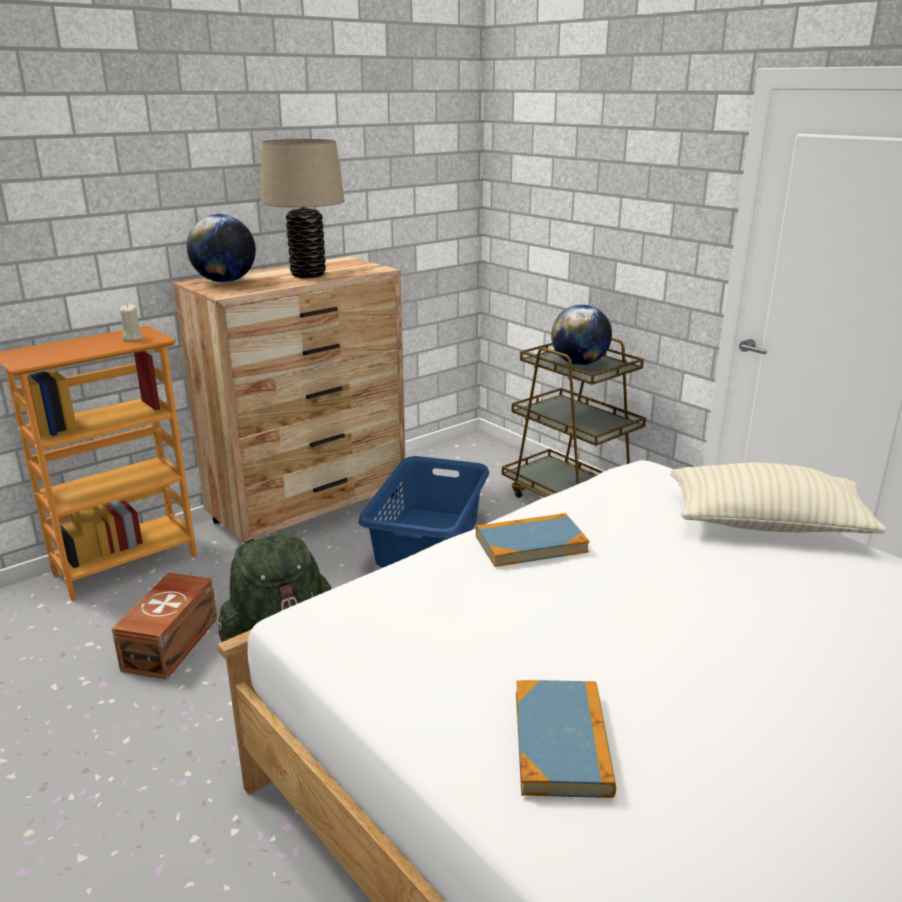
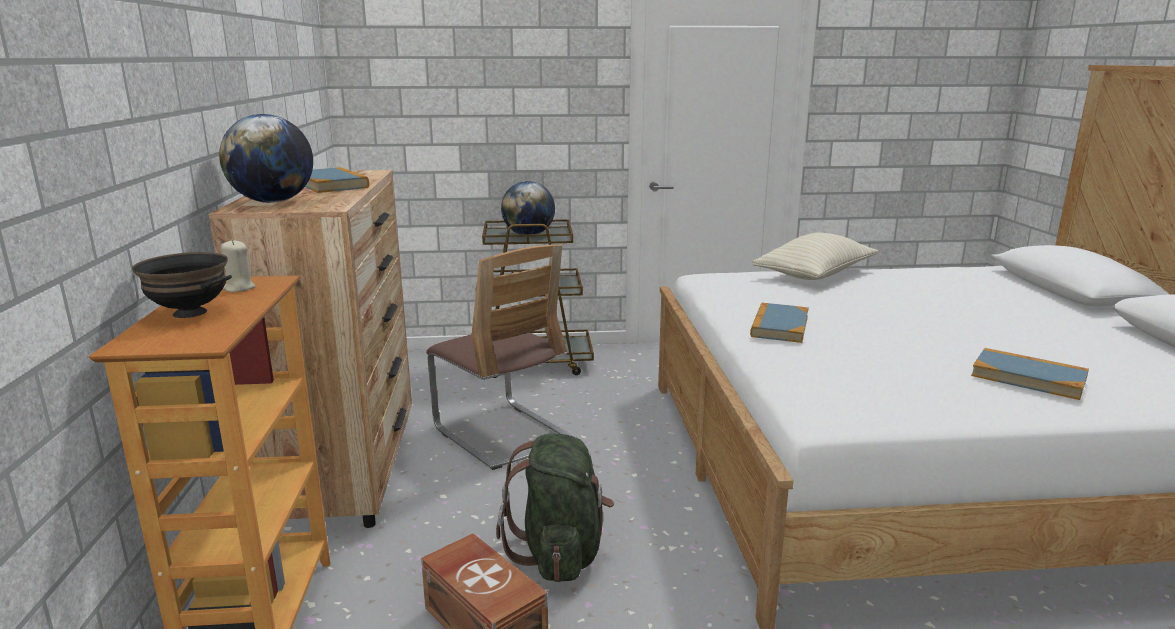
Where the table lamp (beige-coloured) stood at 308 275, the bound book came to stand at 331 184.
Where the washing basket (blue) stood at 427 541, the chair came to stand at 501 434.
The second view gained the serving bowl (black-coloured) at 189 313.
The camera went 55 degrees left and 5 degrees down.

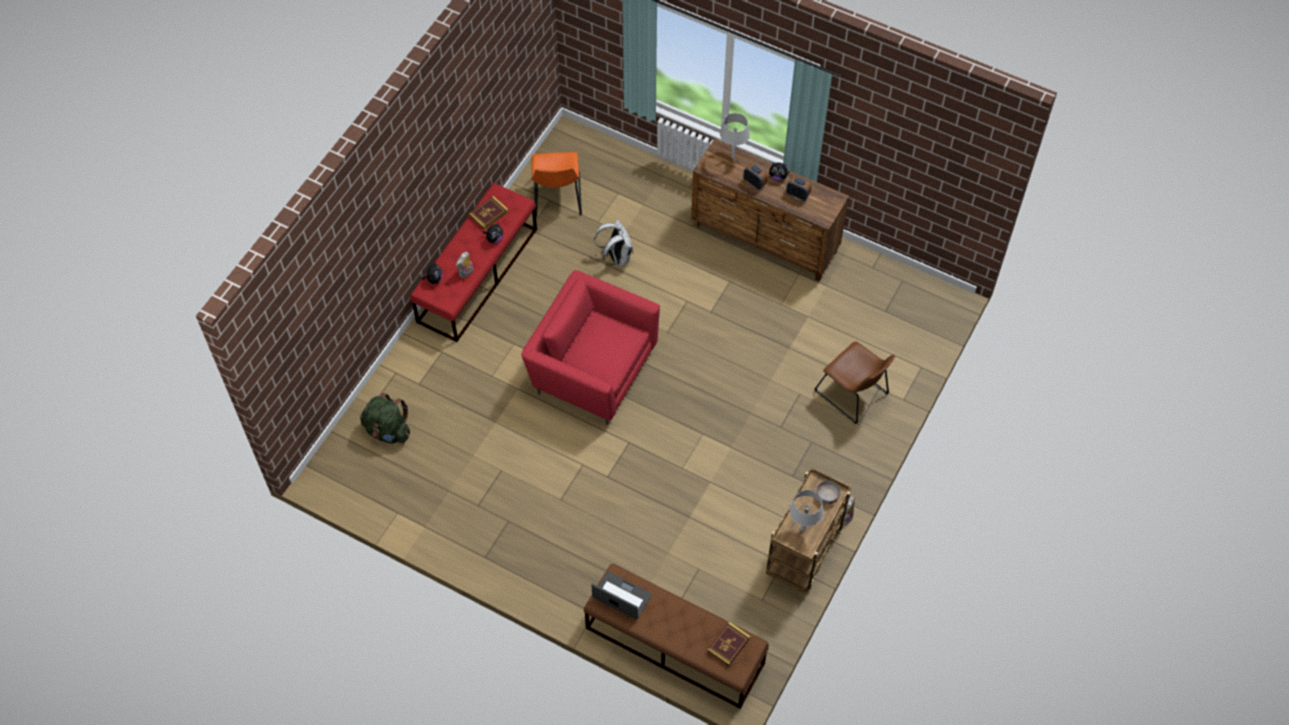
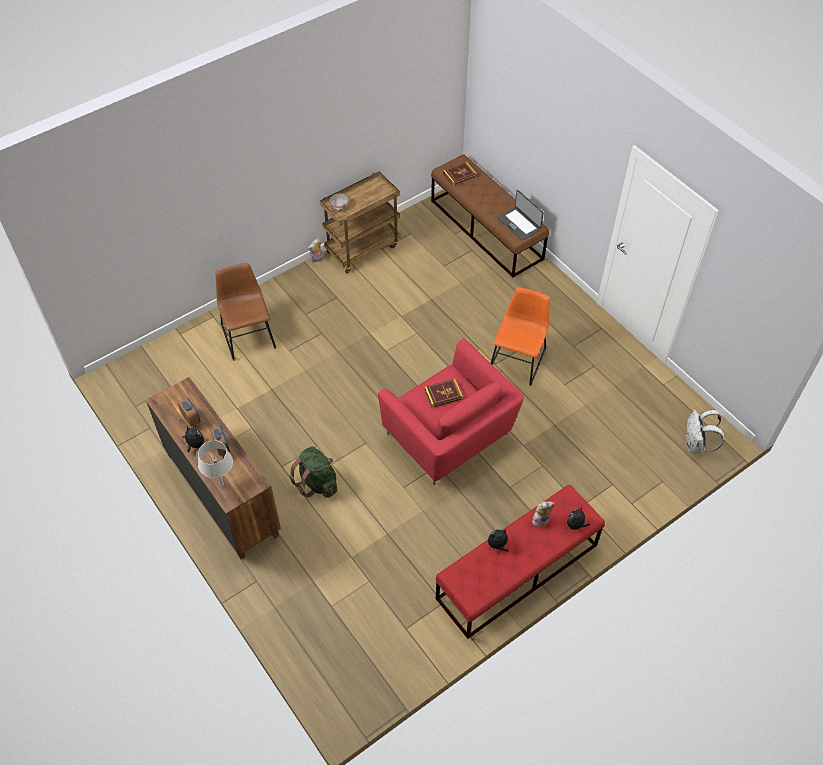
The rucksack (greenish) ended up elsewhere, having gone from 388 431 to 317 482.
The bound book ended up elsewhere, having gone from 489 214 to 443 394.
The chair (orange) ended up elsewhere, having gone from 557 198 to 518 358.
The rucksack (white) ended up elsewhere, having gone from 616 257 to 696 445.
The second view lost the table lamp (greyish) at 803 529.
The camera went 155 degrees left and 5 degrees down.

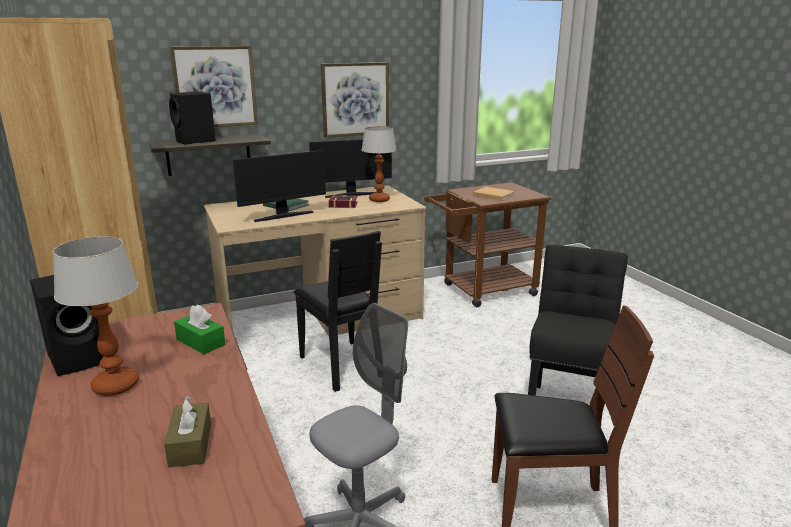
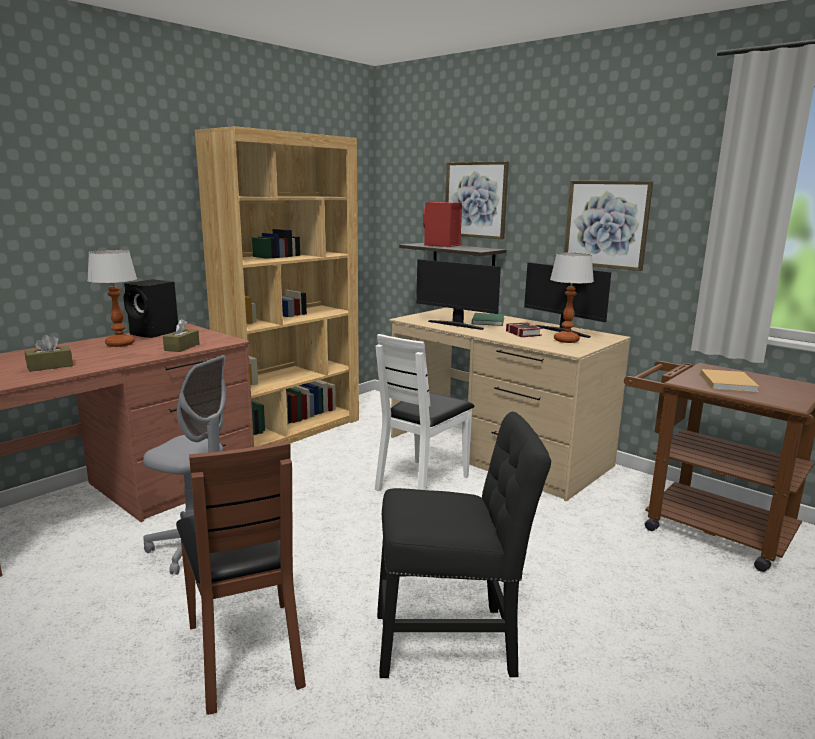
What was the speaker (black-coloured) at 195 141 turned into the speaker (red) at 441 245.
What was the box of tissues (greenish) at 200 342 turned into the box of tissues (brown-coloured) at 182 347.
What was the chair (black-coloured) at 342 365 turned into the chair (white) at 422 482.
The camera went 65 degrees right and 5 degrees down.

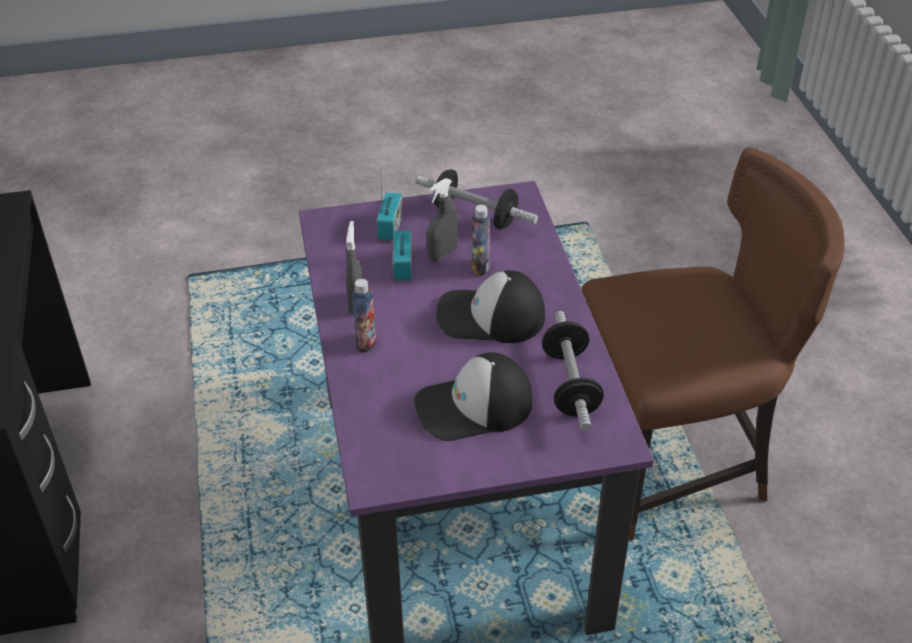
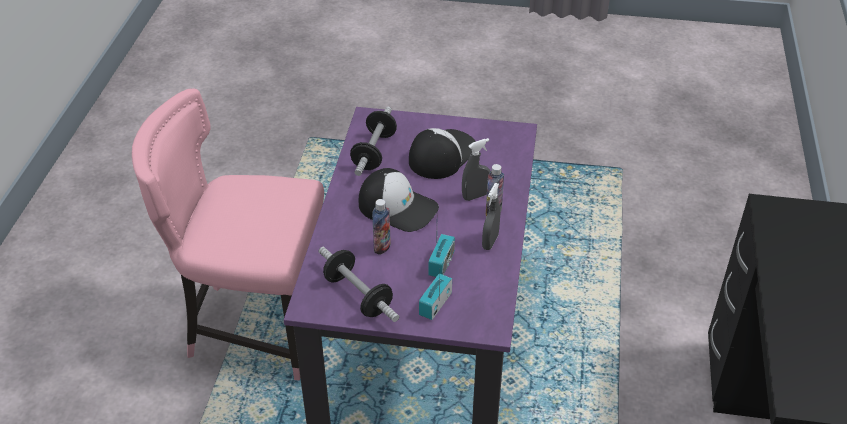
The cap at 473 407 ended up facing another way, 60 degrees counterclockwise from before.
The hand sprayer (greyish) ended up elsewhere, having gone from 442 254 to 475 196.
What was the chair (brown-coloured) at 676 466 turned into the chair (pink-coloured) at 255 326.
The camera went 160 degrees left and 0 degrees up.

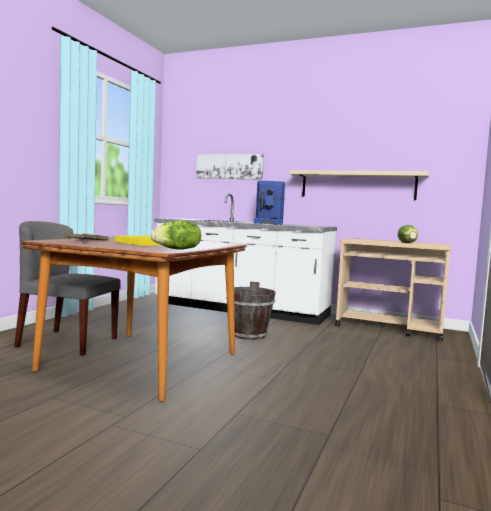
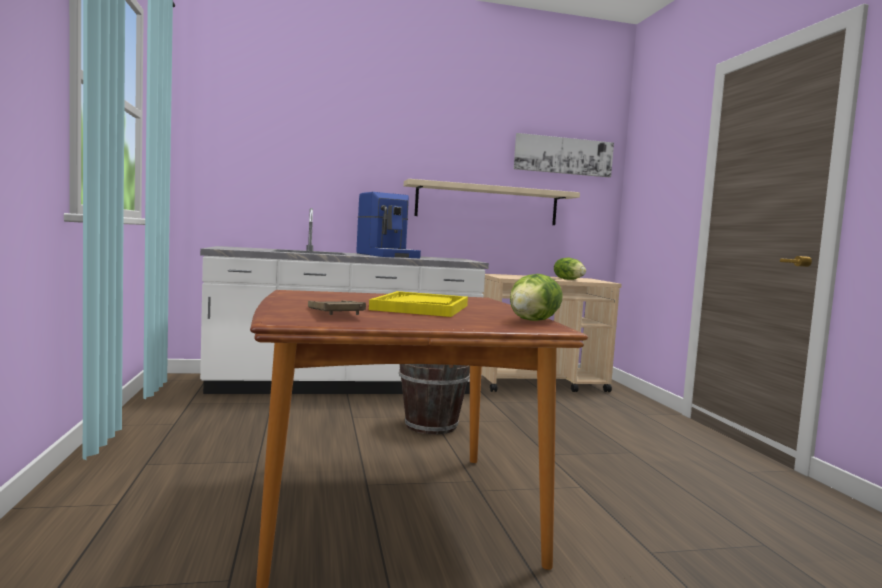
The second view lost the chair (greyish) at 67 342.
The picture ended up elsewhere, having gone from 229 166 to 563 156.
The camera went 35 degrees left and 0 degrees up.

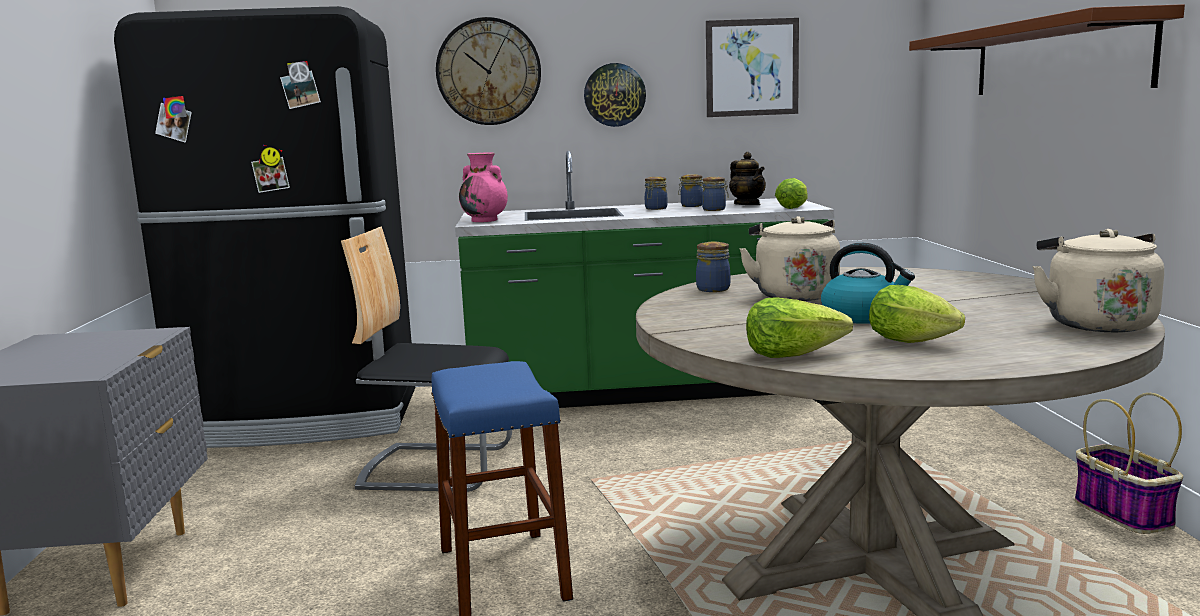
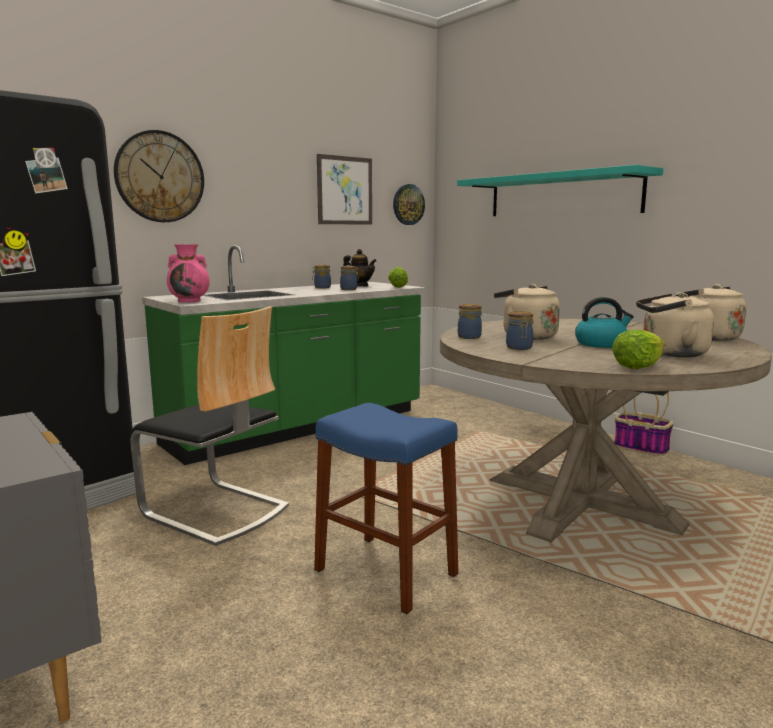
The chair at 436 467 ended up facing another way, 120 degrees counterclockwise from before.
The clock on the wall ended up elsewhere, having gone from 614 95 to 408 204.
The storage jar ended up elsewhere, having gone from 655 208 to 519 348.
Where the lettuce head stood at 916 342, the kettle (beige-coloured) came to stand at 670 353.
What was the shelf (brown-coloured) at 1056 58 turned into the shelf (turquoise-coloured) at 562 195.
The camera went 35 degrees left and 0 degrees up.

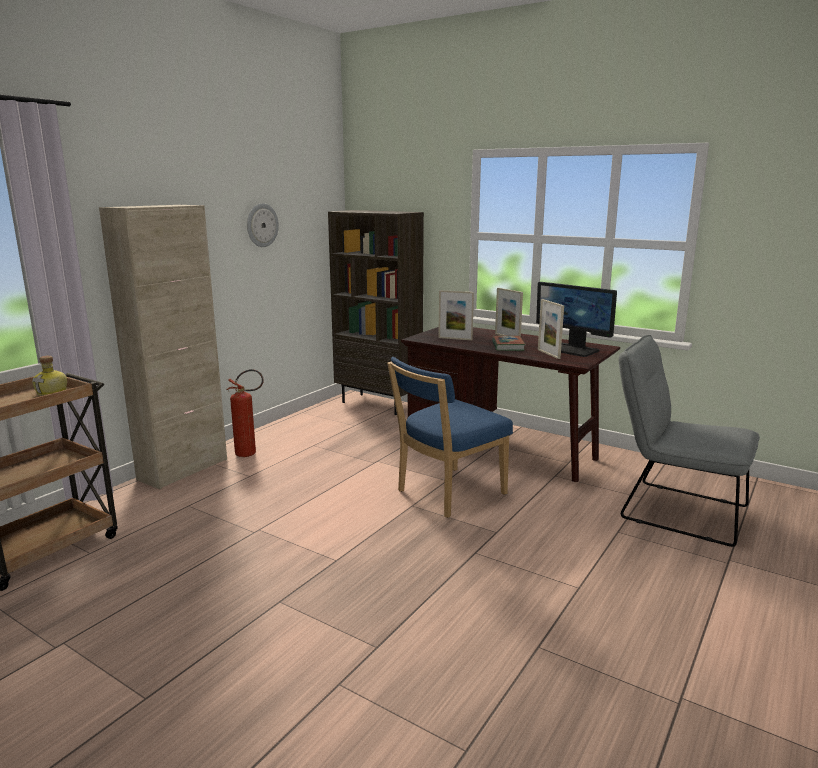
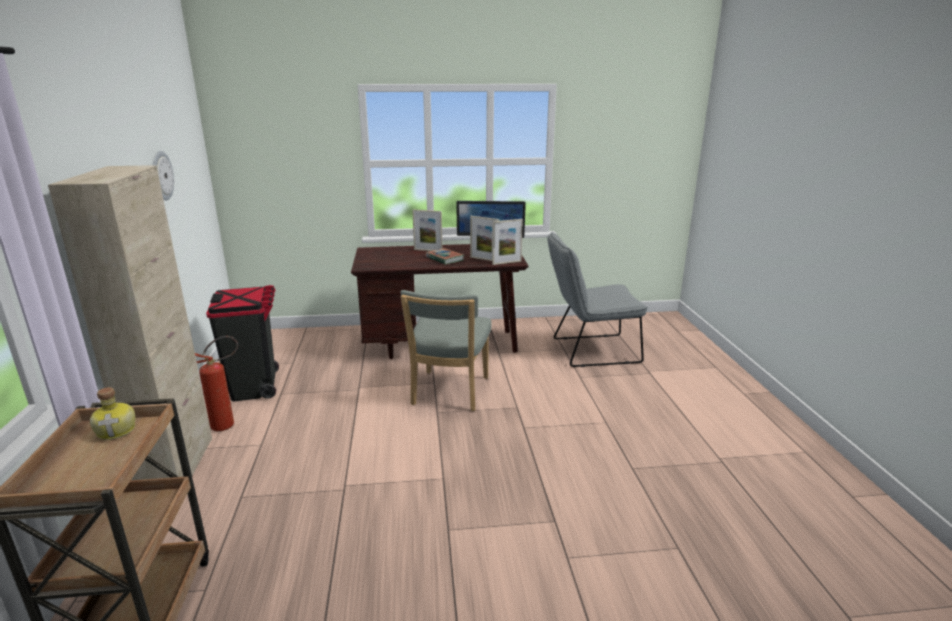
The second view lost the bookcase (brown-coloured) at 379 404.
What was the chair (blue) at 447 494 turned into the chair (greyish) at 448 393.
The standing frame ended up elsewhere, having gone from 455 339 to 507 263.
The second view gained the rubbish bin (black-coloured) at 255 387.
The camera went 40 degrees left and 5 degrees up.

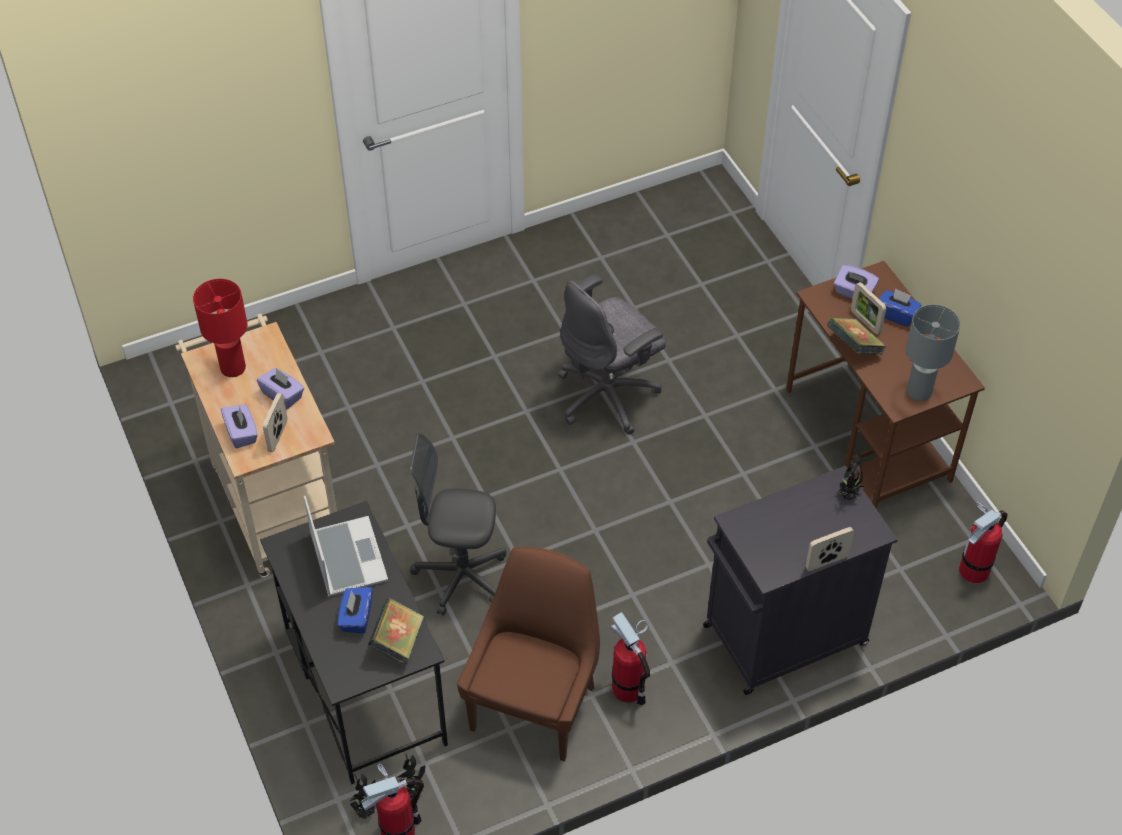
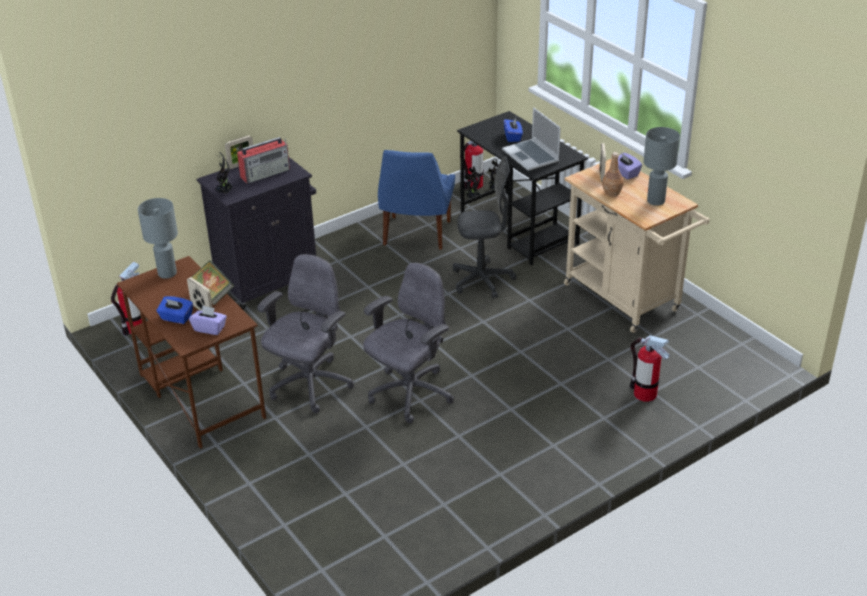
What was the table lamp (red) at 233 367 turned into the table lamp (greyish) at 656 201.
Where the box of tissues (purplish) stood at 283 395, the drink bottle (brown-coloured) came to stand at 612 192.
The second view lost the bound book at 397 641.
What was the chair (brown-coloured) at 535 704 turned into the chair (blue) at 416 235.
The fire-fighting cylinder ended up elsewhere, having gone from 628 688 to 644 394.
The second view gained the radio set at 266 173.
The second view gained the computer chair (greyish) at 309 385.
The camera went 170 degrees right and 15 degrees down.

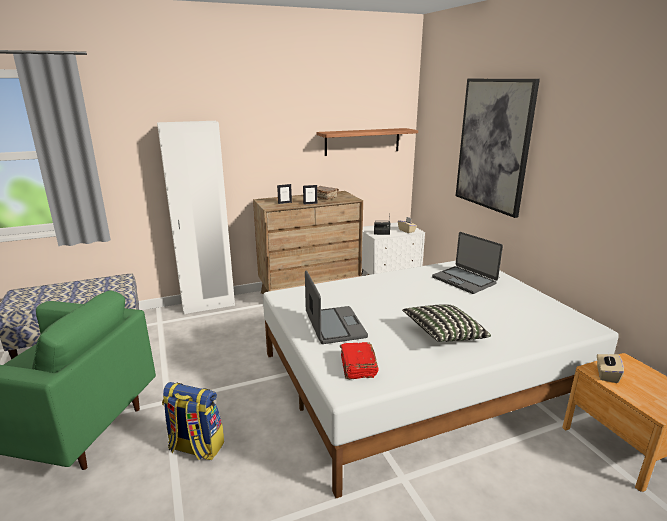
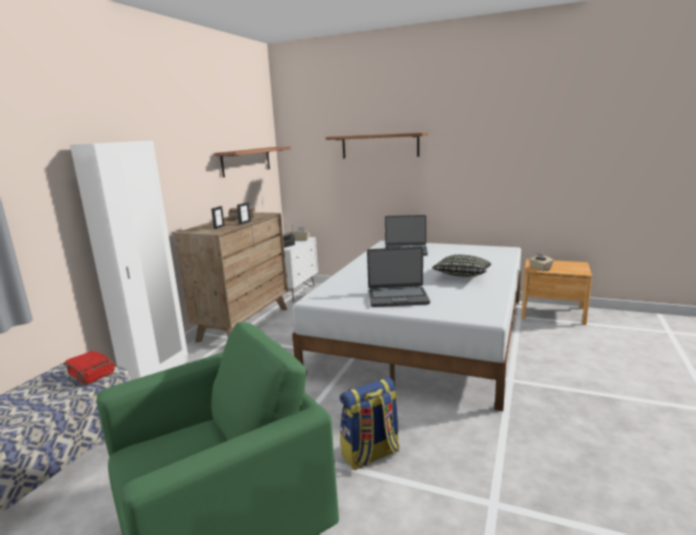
The portable computer at 334 326 ended up facing another way, 150 degrees clockwise from before.
The bound book (red) ended up elsewhere, having gone from 357 367 to 91 374.
Where the picture hung at 493 145, the shelf came to hang at 379 146.
The camera went 45 degrees left and 5 degrees down.

